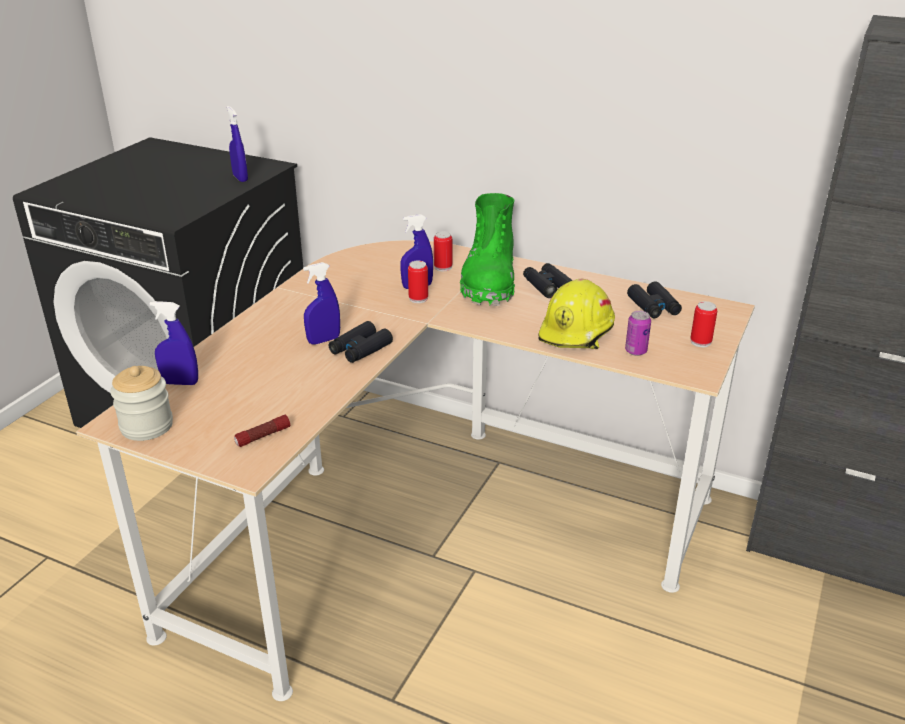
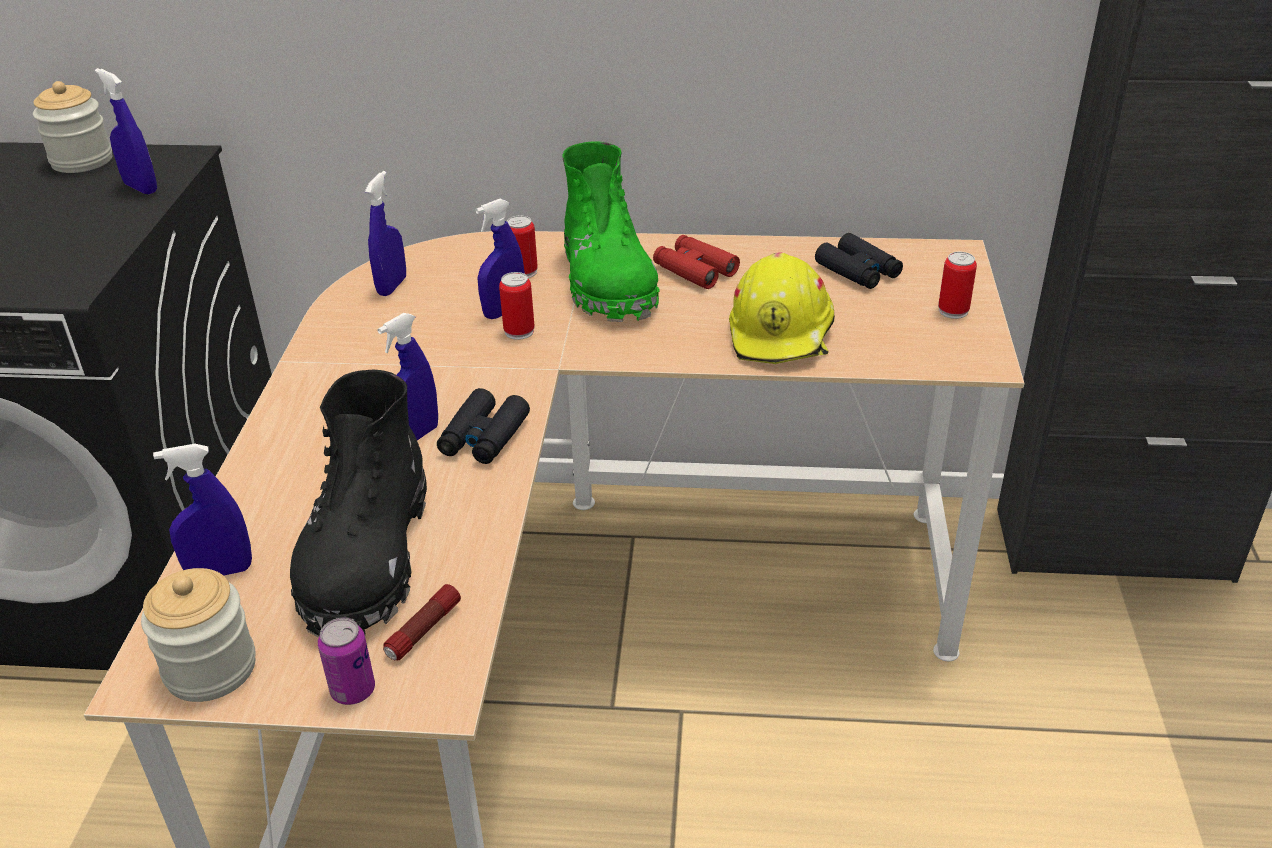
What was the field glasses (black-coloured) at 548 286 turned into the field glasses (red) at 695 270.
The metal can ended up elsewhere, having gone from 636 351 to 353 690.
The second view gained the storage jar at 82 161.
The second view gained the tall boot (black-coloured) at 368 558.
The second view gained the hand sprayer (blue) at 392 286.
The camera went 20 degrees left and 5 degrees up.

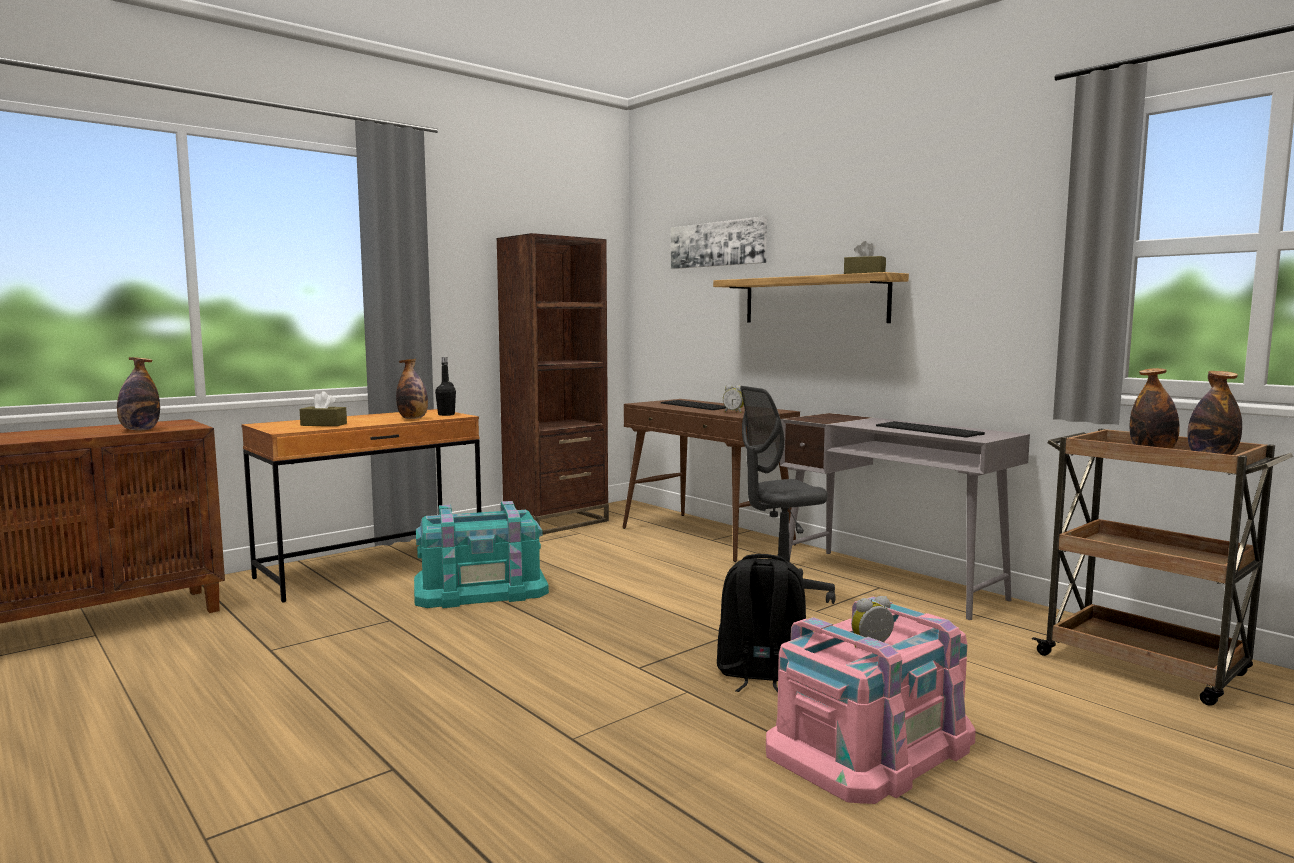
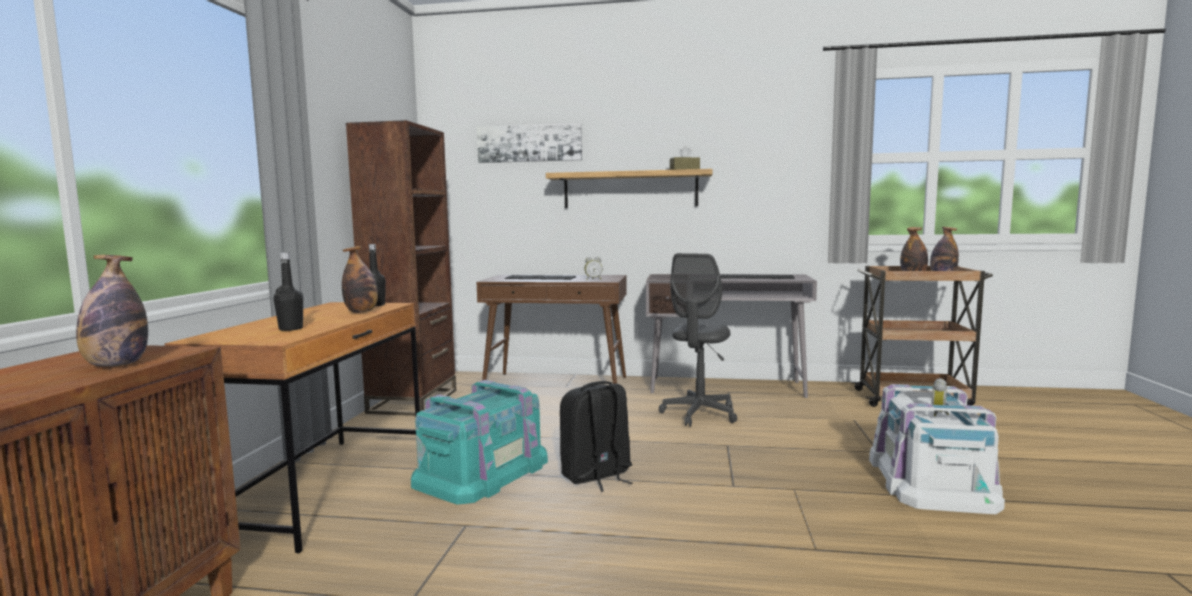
Where the box of tissues (brown-coloured) stood at 323 424, the drink bottle (black-coloured) came to stand at 291 329.
The rucksack (black-coloured) ended up elsewhere, having gone from 761 675 to 596 476.
What was the storage container (pink-coloured) at 871 744 turned into the storage container (white) at 931 480.
The camera went 40 degrees left and 0 degrees up.

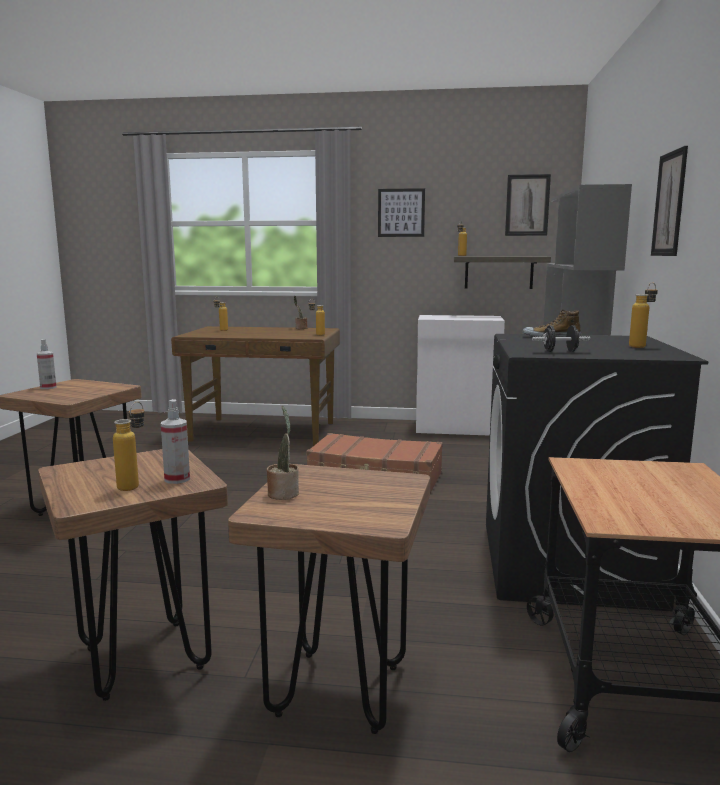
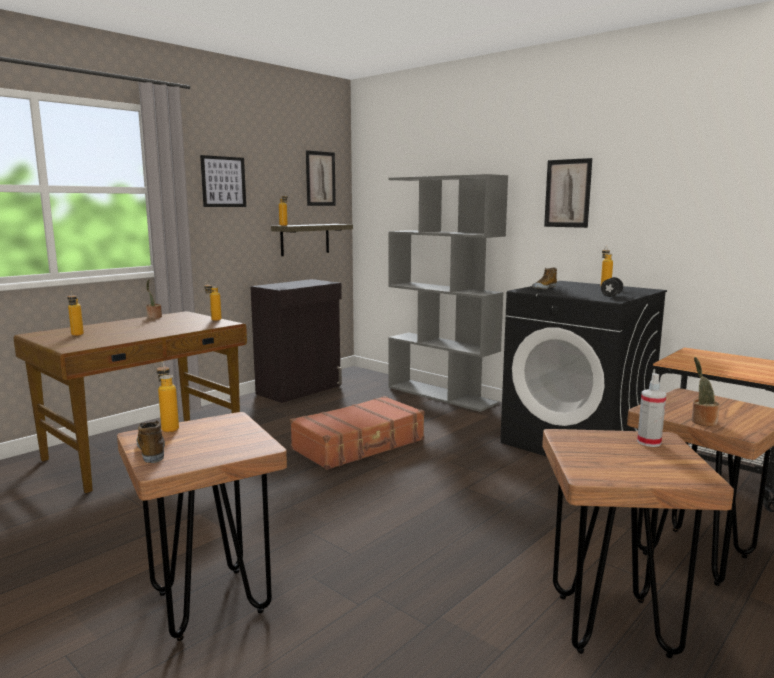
Where the hand sprayer stood at 48 387, the item of footwear came to stand at 152 450.
The drink bottle ended up elsewhere, having gone from 134 485 to 169 427.
What was the cupboard (white) at 457 428 turned into the cupboard (black-coloured) at 300 389.
The camera went 55 degrees left and 0 degrees up.

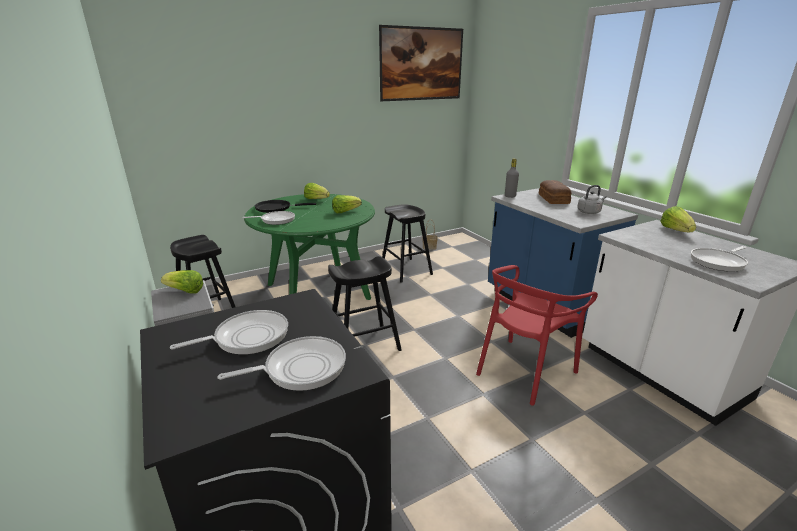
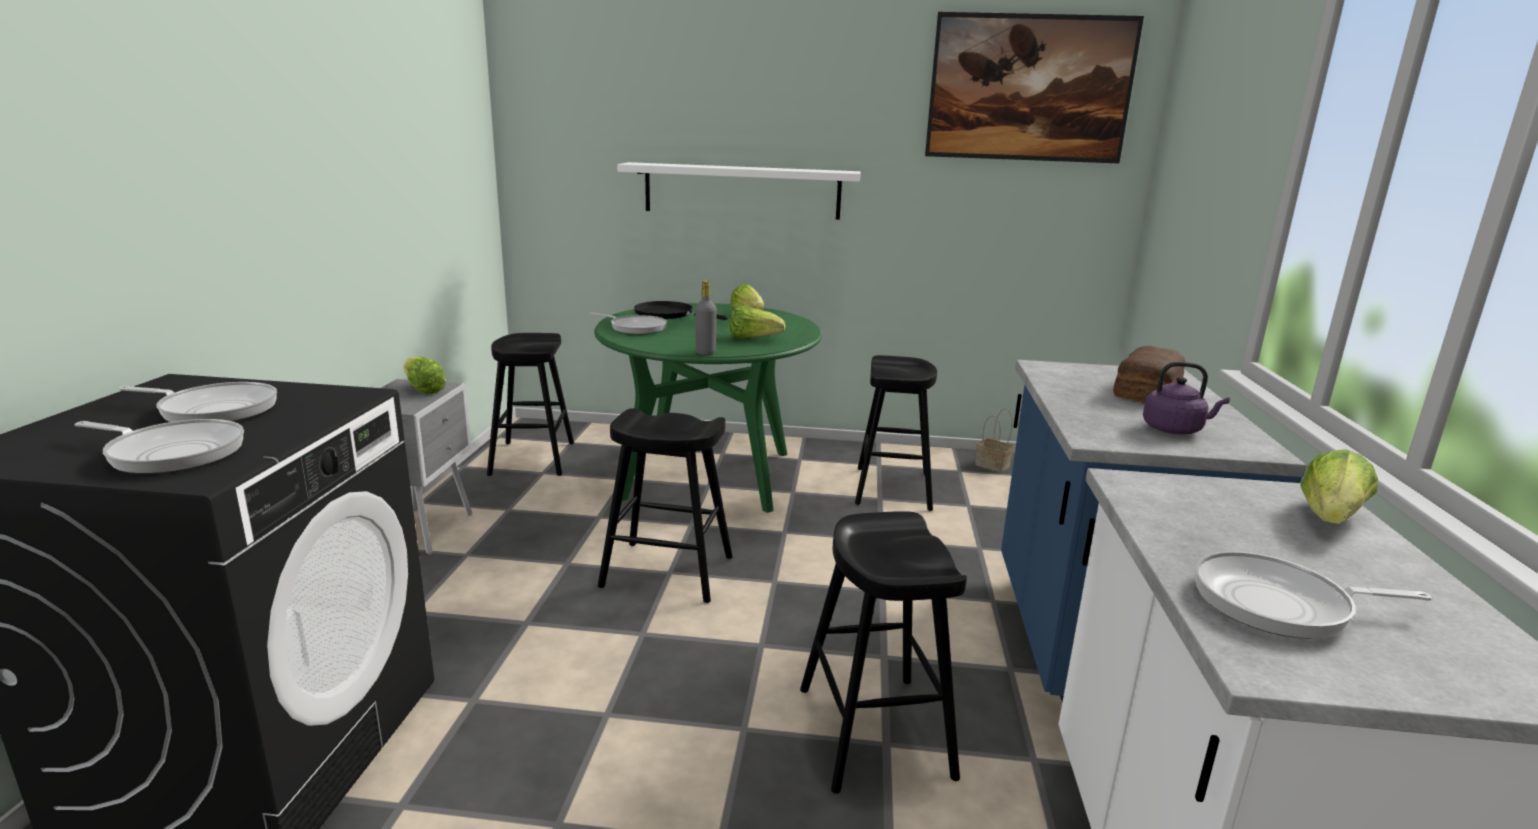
Where the chair (red) stood at 524 371, the stool seat (black-coloured) came to stand at 874 732.
The drink bottle (greyish) ended up elsewhere, having gone from 510 196 to 705 352.
What was the kettle (greyish) at 589 212 turned into the kettle (purplish) at 1175 430.
The second view gained the shelf (white) at 742 191.
The camera went 35 degrees right and 5 degrees down.

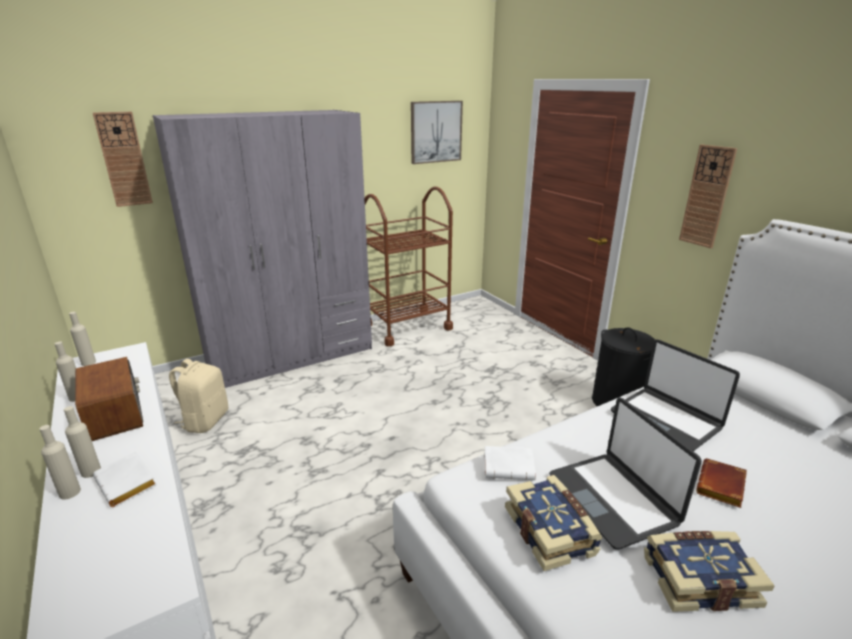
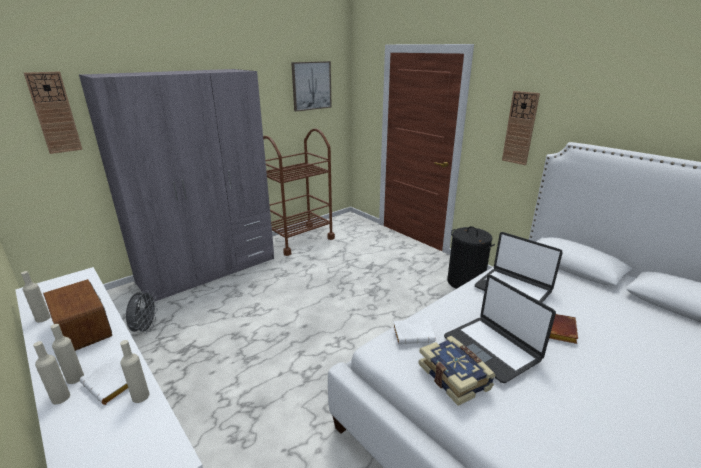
The drink bottle (beige-coloured) ended up elsewhere, having gone from 88 362 to 140 396.
Where the rucksack (beige-coloured) stood at 205 420, the fan (greyish) came to stand at 145 329.
The second view lost the bound book at 698 579.
The camera went 10 degrees left and 0 degrees up.

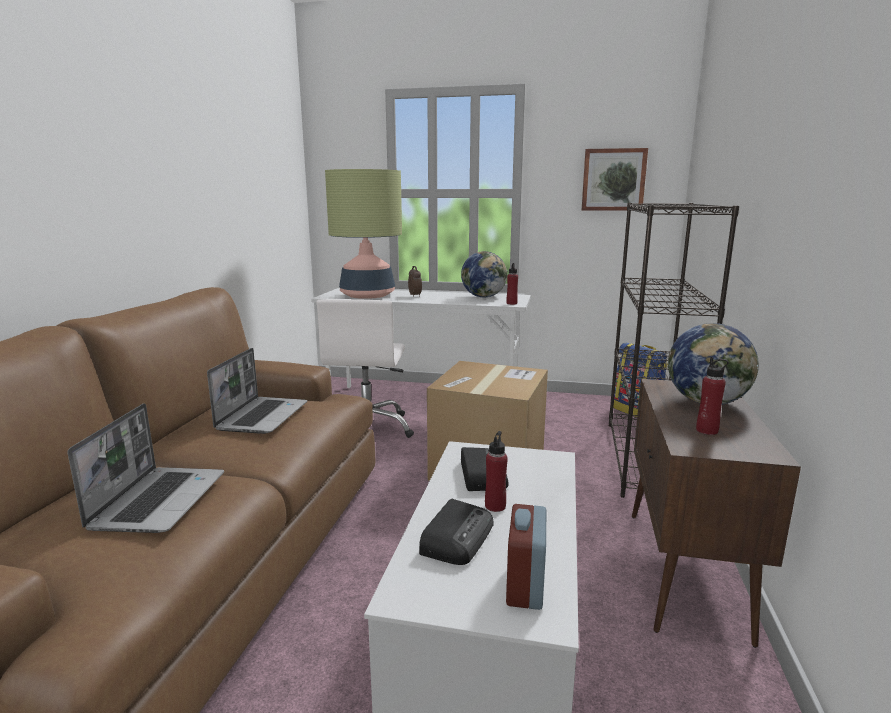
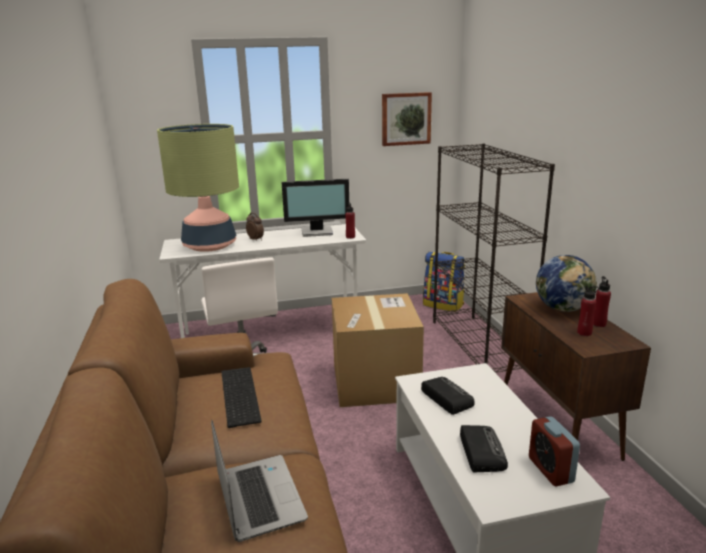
Where the portable computer stood at 262 416, the computer keyboard came to stand at 237 395.
Where the world globe stood at 484 297, the computer display came to stand at 317 232.
The drink bottle (red) ended up elsewhere, having gone from 495 506 to 599 324.
The camera went 25 degrees left and 5 degrees up.

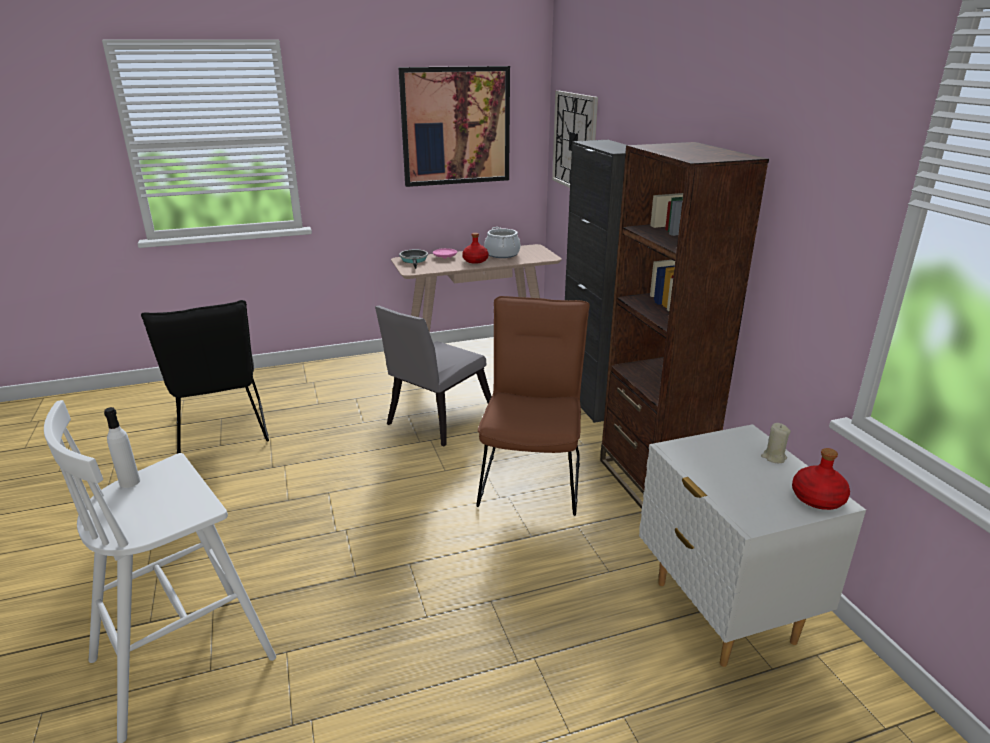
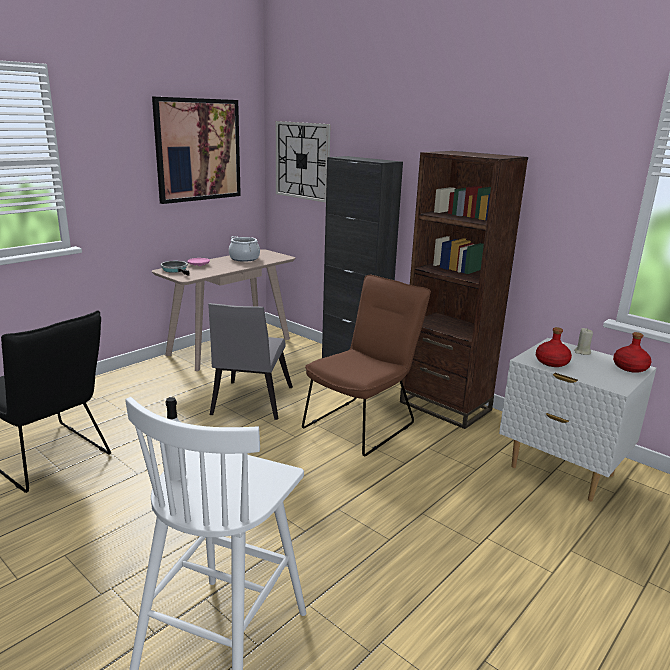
The drink bottle (red) ended up elsewhere, having gone from 475 260 to 551 362.
The chair (brown-coloured) at 532 475 ended up facing another way, 60 degrees clockwise from before.
The camera went 30 degrees left and 5 degrees down.

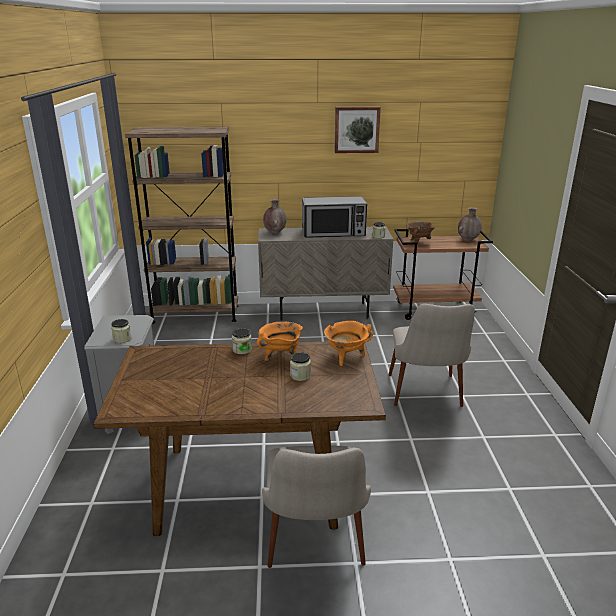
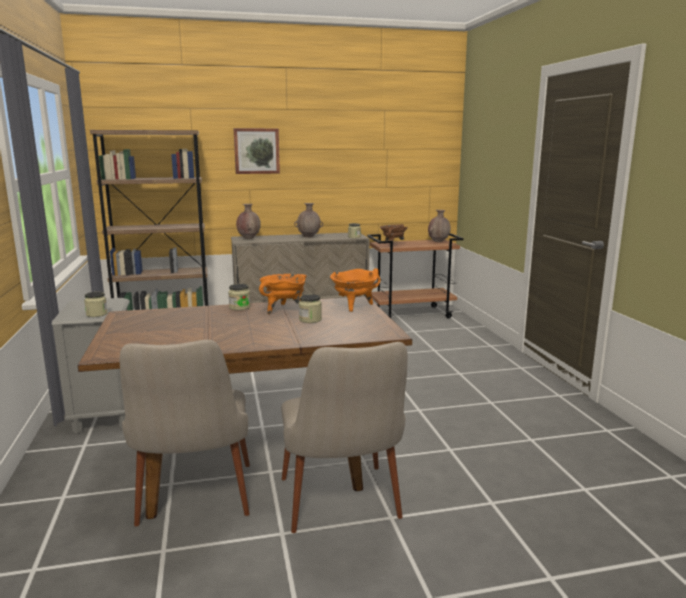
Where the microwave oven stood at 333 233, the vase (brown-coloured) came to stand at 309 237.
The picture ended up elsewhere, having gone from 356 129 to 256 151.
The chair (beige-coloured) ended up elsewhere, having gone from 426 398 to 194 506.
The camera went 10 degrees left and 10 degrees down.

